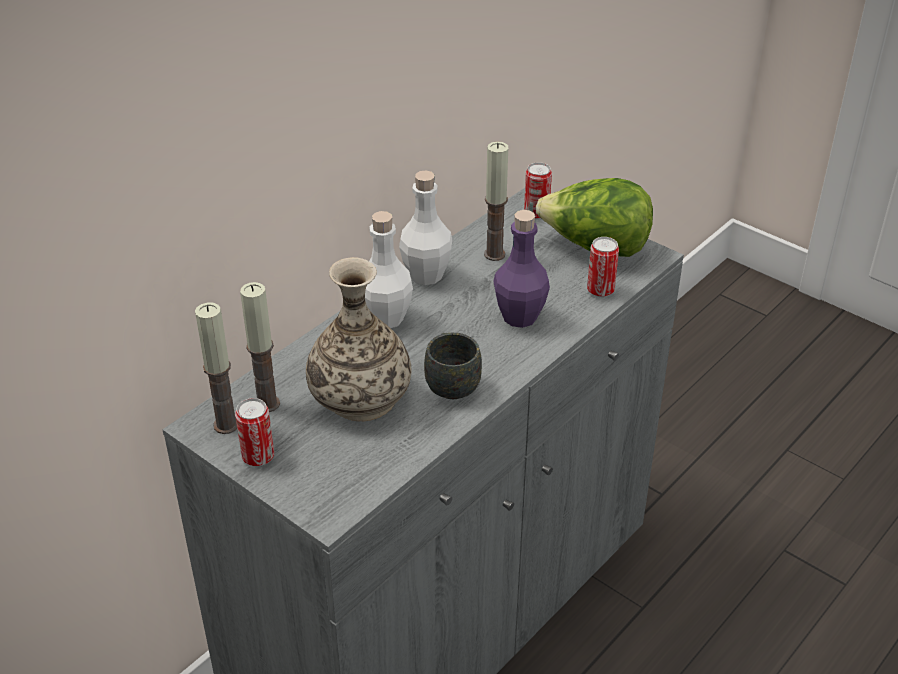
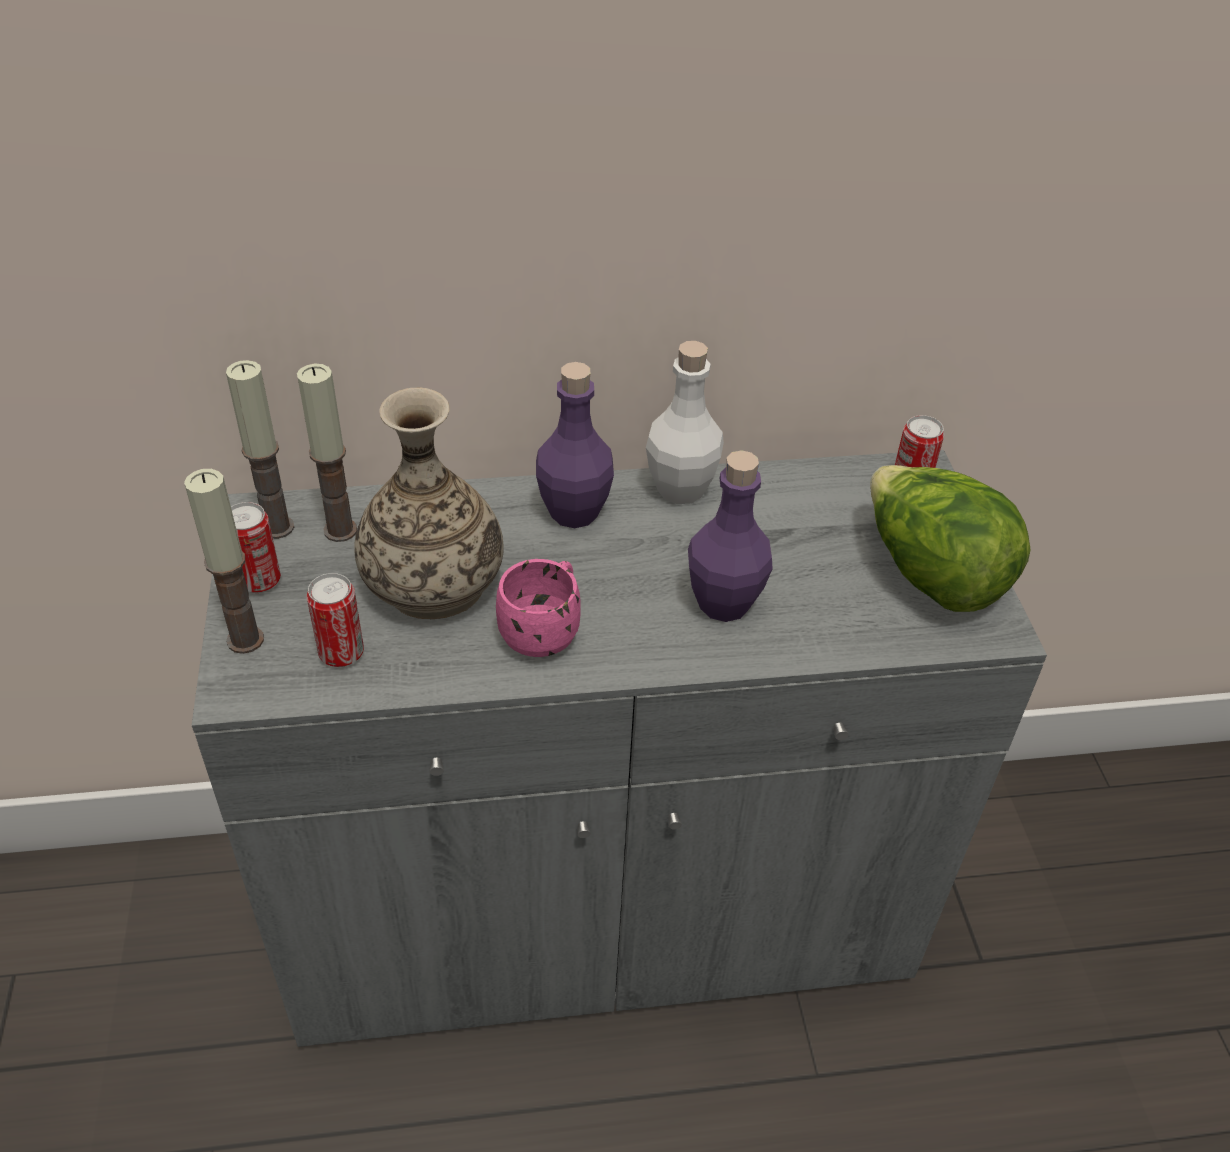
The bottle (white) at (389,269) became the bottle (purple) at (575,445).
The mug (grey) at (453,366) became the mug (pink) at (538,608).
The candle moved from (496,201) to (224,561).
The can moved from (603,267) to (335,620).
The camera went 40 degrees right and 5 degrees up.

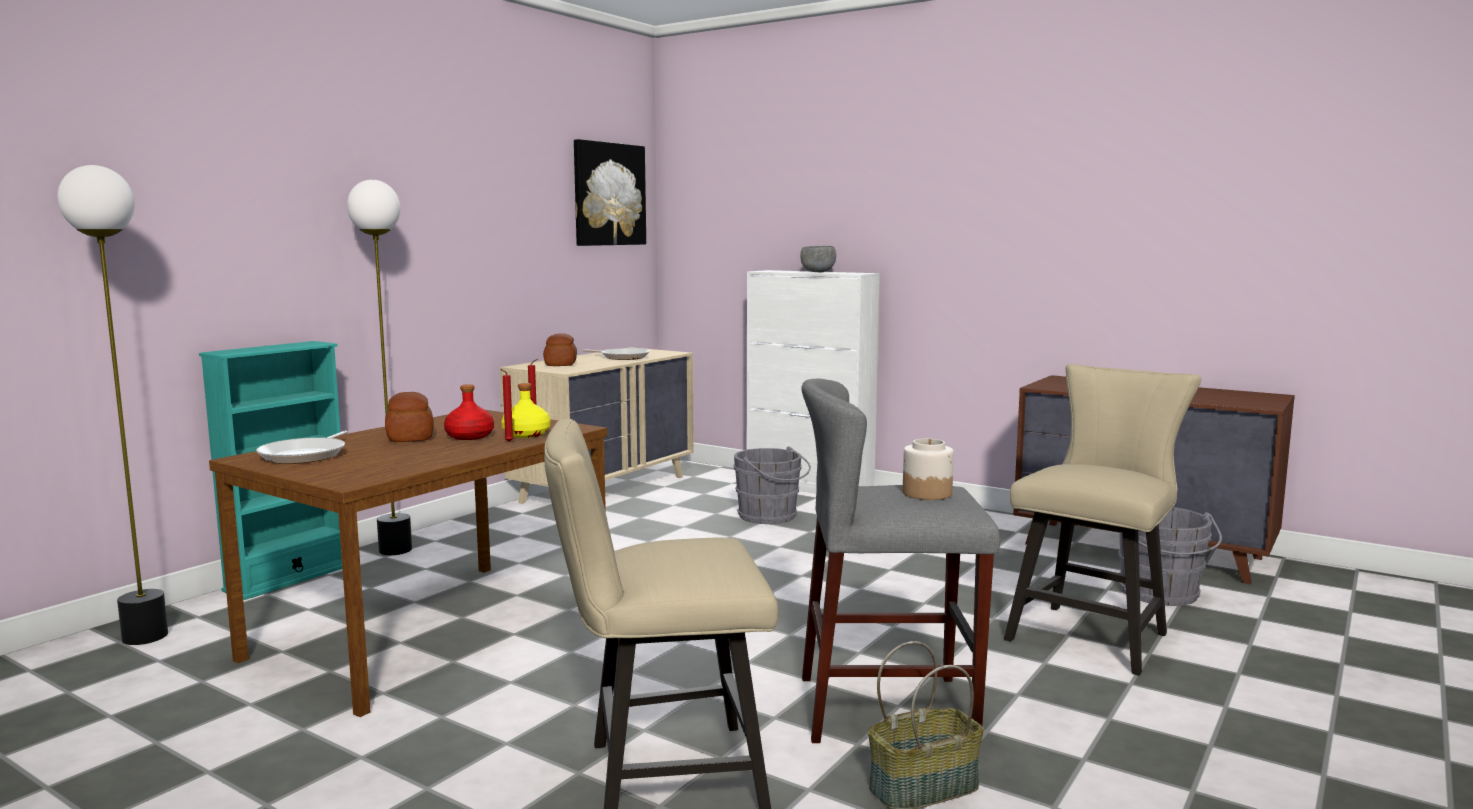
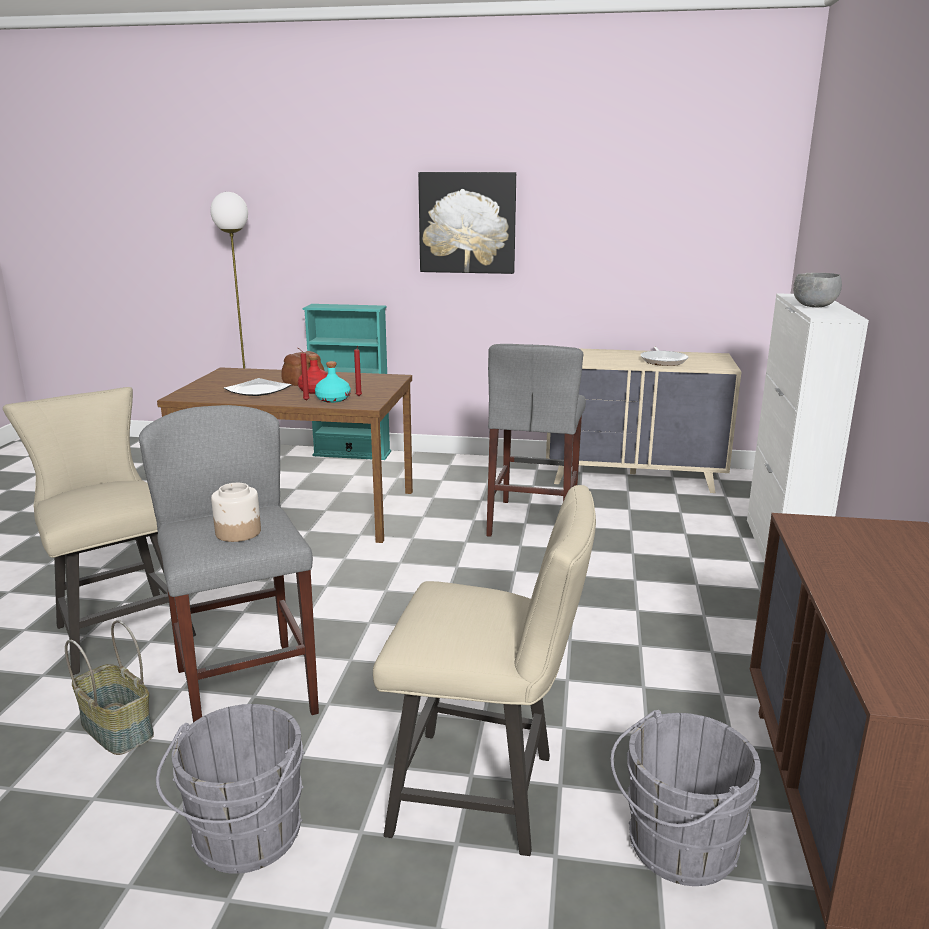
The frying pan at (301,447) disappeared.
The floor lamp at (379,367) disappeared.
The bottle (yellow) at (525,410) became the bottle (turquoise) at (333,382).
The bread at (560,350) disappeared.
The picture moved from (610,192) to (467,223).
The bucket (grey) moved from (772,485) to (230,789).
The plate at (257,387) appeared.
The stool (grey) at (536,440) appeared.
The camera went 65 degrees right and 10 degrees up.

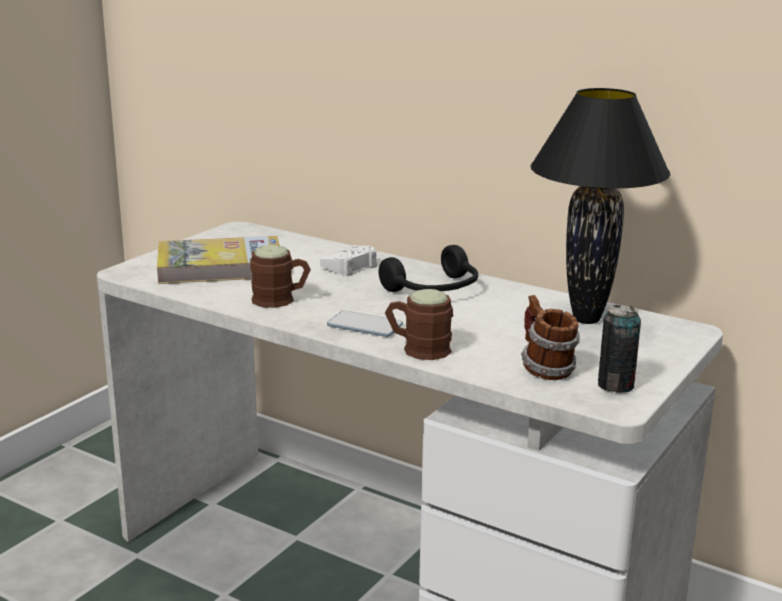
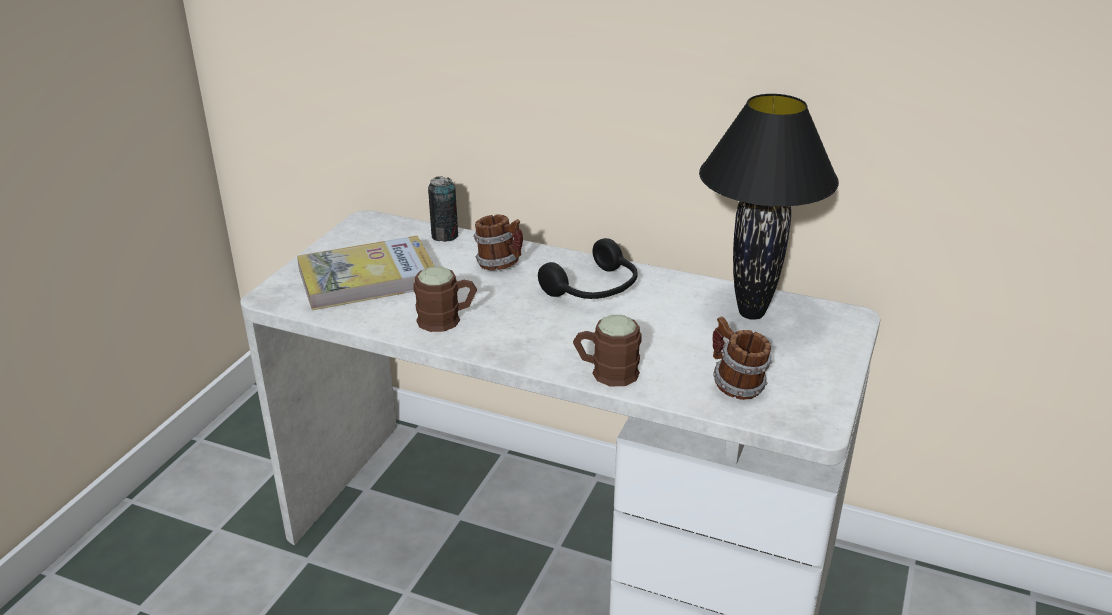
The game controller (white) at (348,260) was replaced by the mug at (498,242).
The phone at (365,324) disappeared.
The can moved from (619,349) to (443,209).
The camera went 10 degrees left and 10 degrees up.

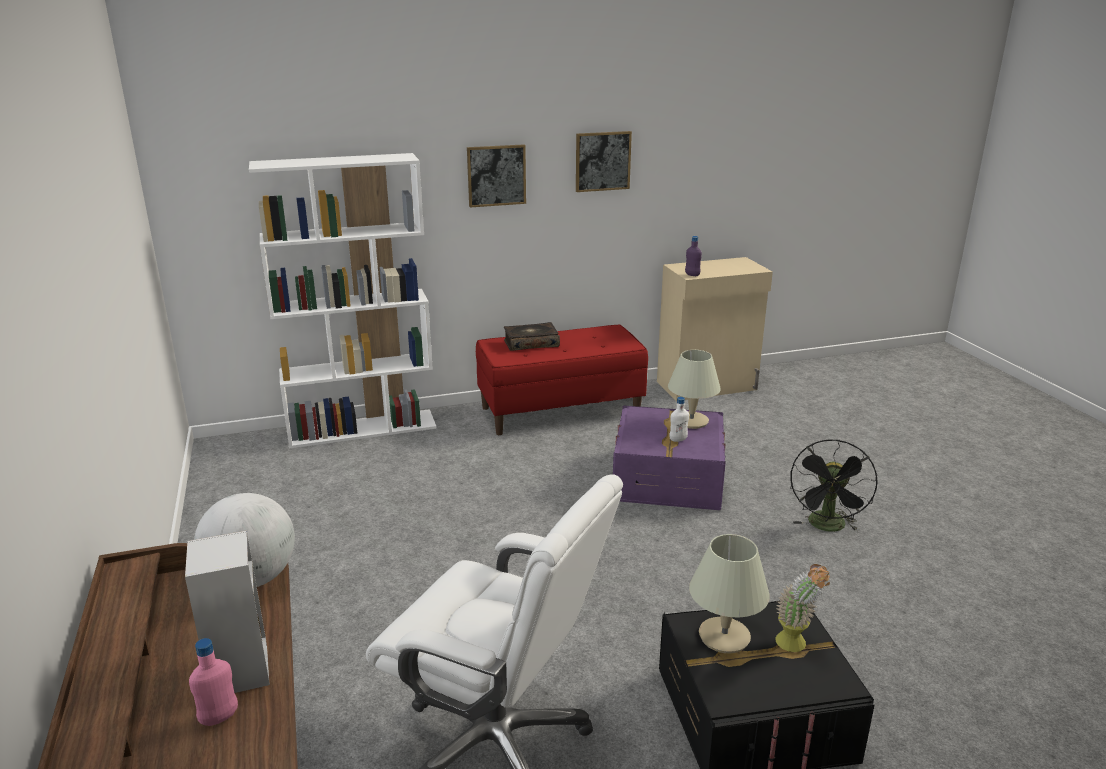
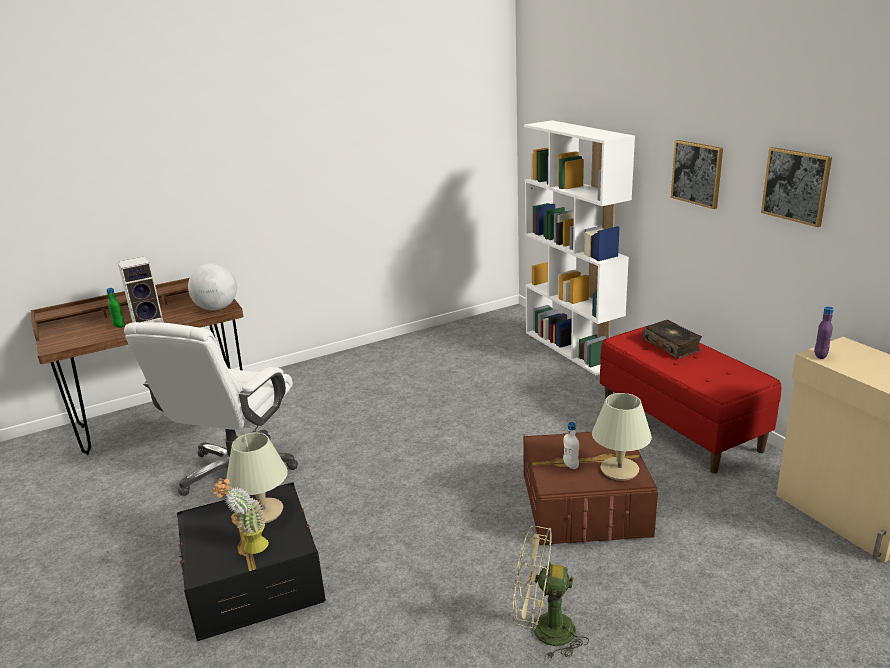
The bottle (pink) at (213,682) became the bottle (green) at (115,308).
The storage box (purple) at (669,458) became the storage box (brown) at (590,488).
The fan (black) at (834,486) became the fan (green) at (551,592).
The camera went 80 degrees right and 0 degrees up.

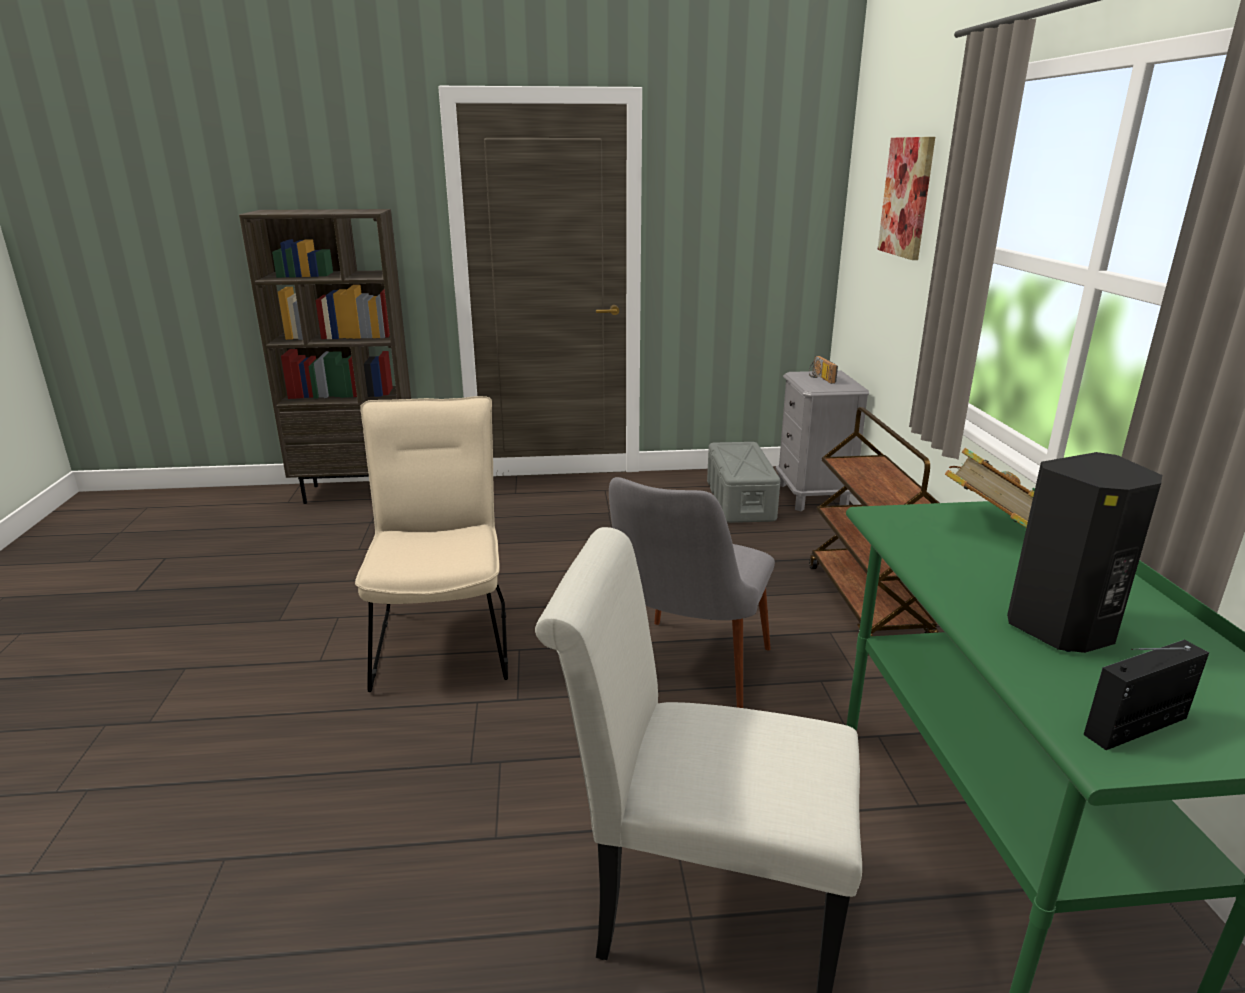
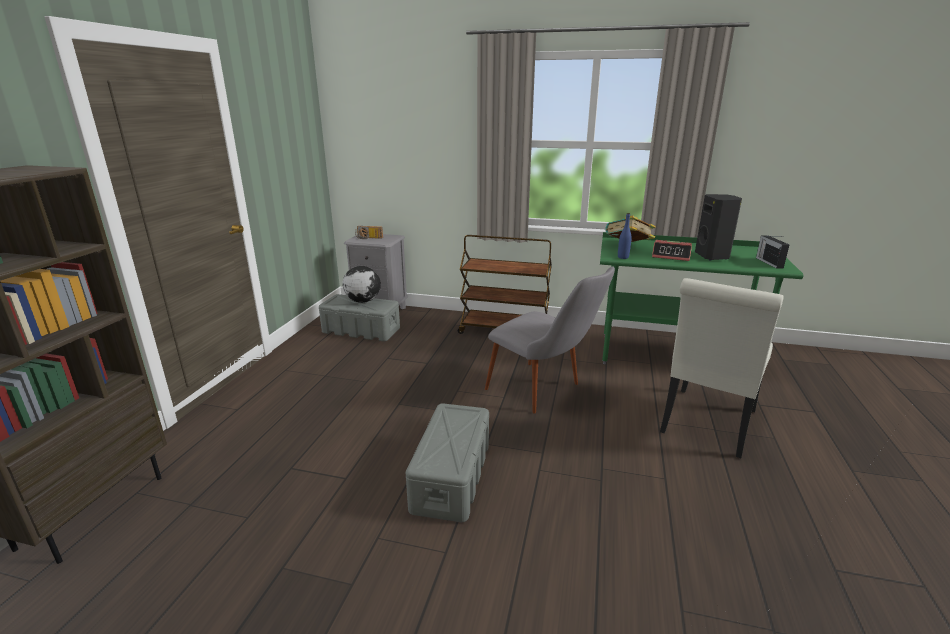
The chair (beige) at (431,544) was replaced by the storage box (grey) at (447,462).
The picture at (906,198) disappeared.
The globe at (361,284) appeared.
The bottle (blue) at (625,236) appeared.
The alarm clock at (672,250) appeared.
The camera went 70 degrees left and 0 degrees up.

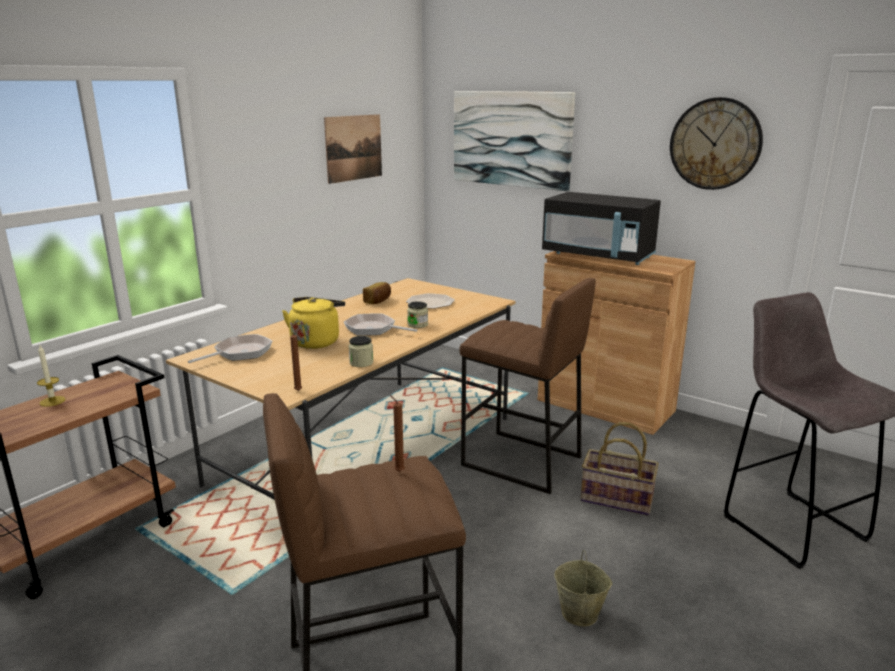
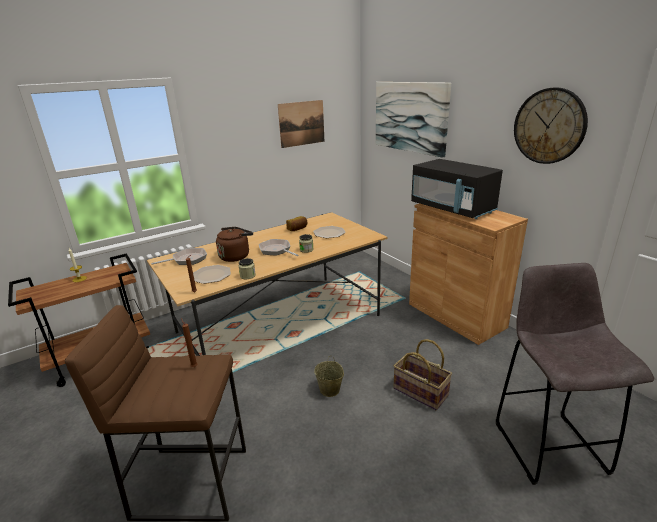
The kettle (yellow) at (313,323) became the kettle (brown) at (234,244).
The stool (brown) at (527,386) disappeared.
The bucket (beige) moved from (583,588) to (329,376).
The plate at (212,274) appeared.
The camera went 20 degrees right and 5 degrees up.

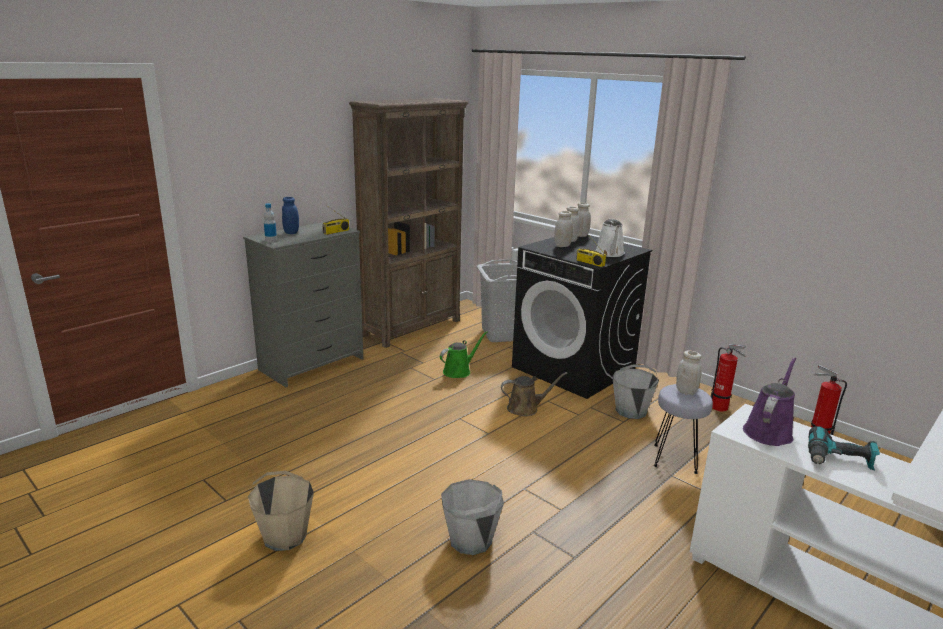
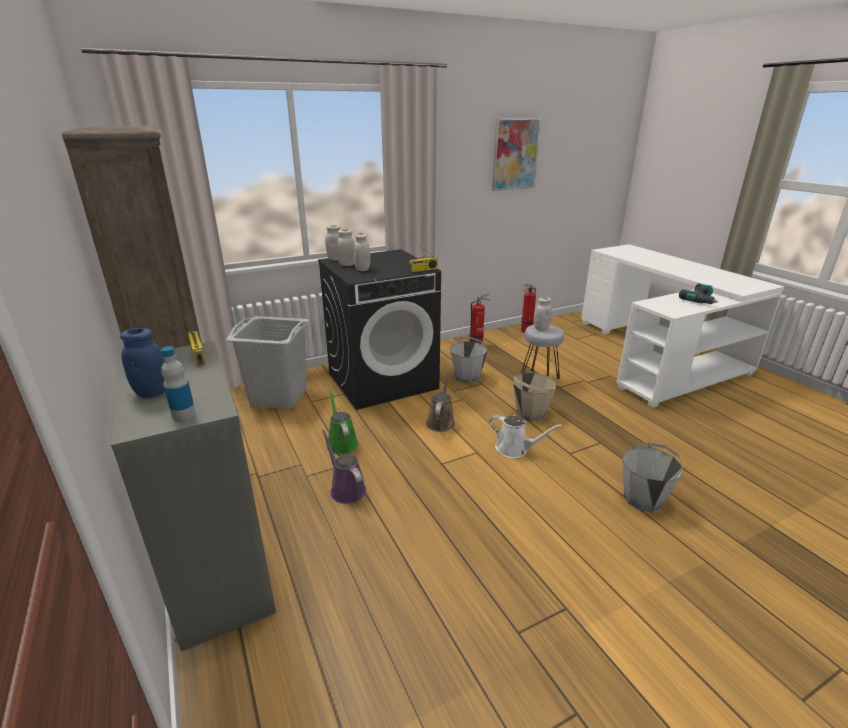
The bucket (beige) moved from (281,511) to (534,397).
The watering can (white) moved from (610,238) to (525,436).
The watering can (purple) moved from (769,401) to (344,466).
The picture at (516,154) appeared.
The camera went 70 degrees left and 5 degrees up.

